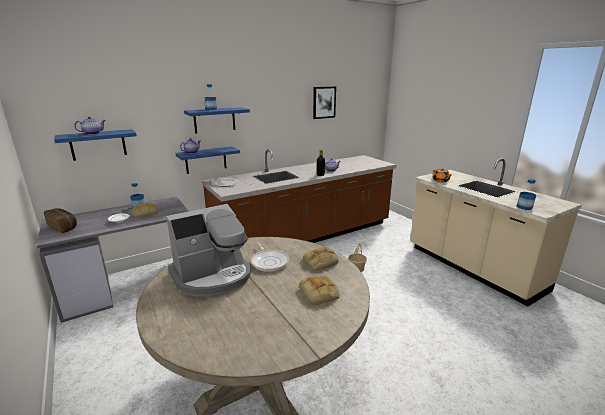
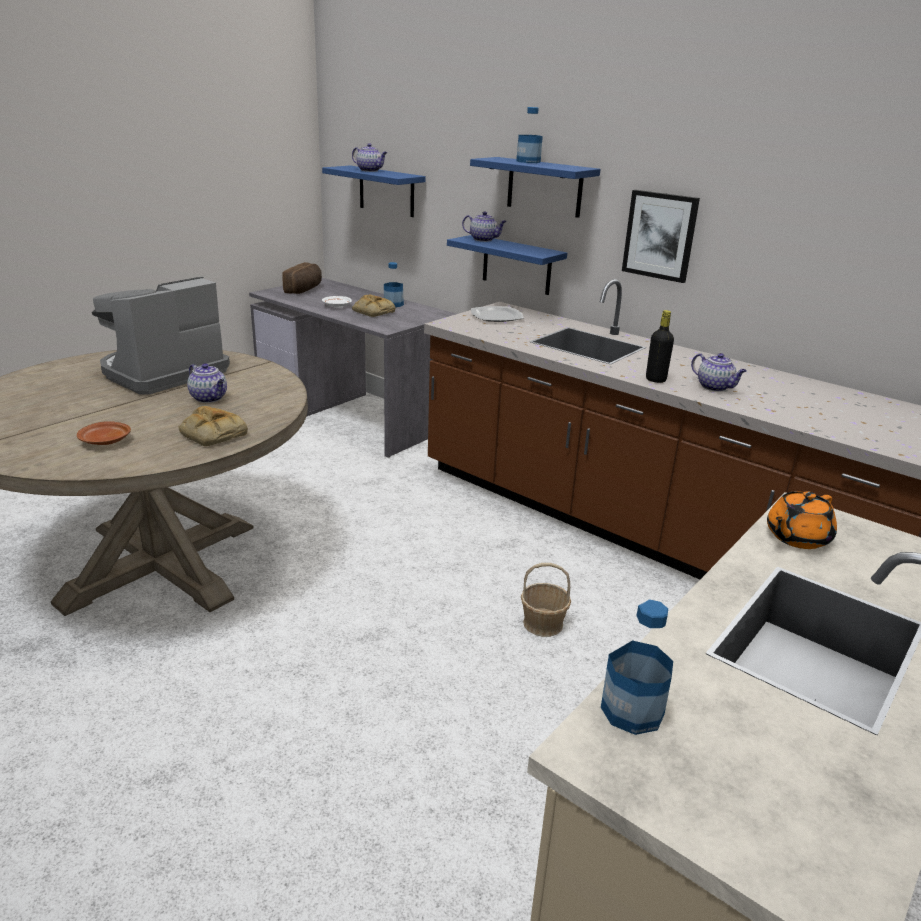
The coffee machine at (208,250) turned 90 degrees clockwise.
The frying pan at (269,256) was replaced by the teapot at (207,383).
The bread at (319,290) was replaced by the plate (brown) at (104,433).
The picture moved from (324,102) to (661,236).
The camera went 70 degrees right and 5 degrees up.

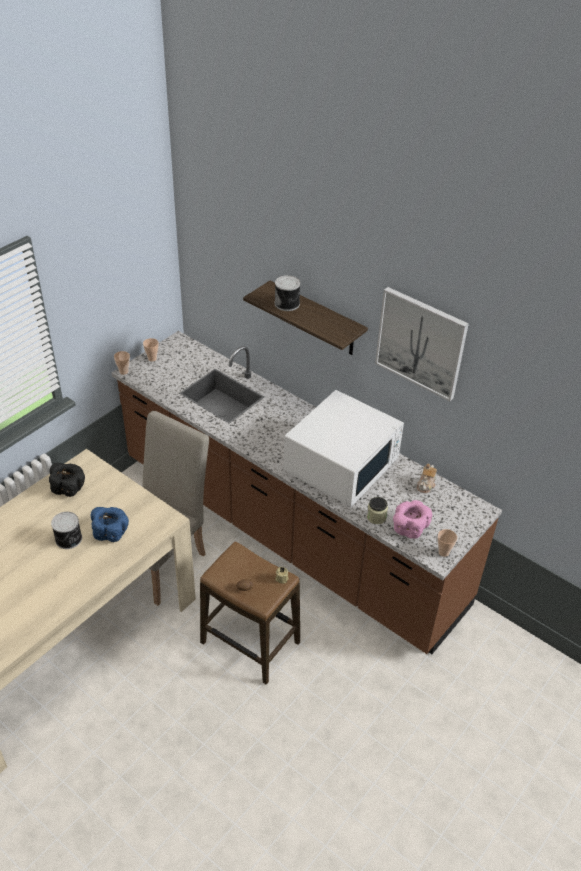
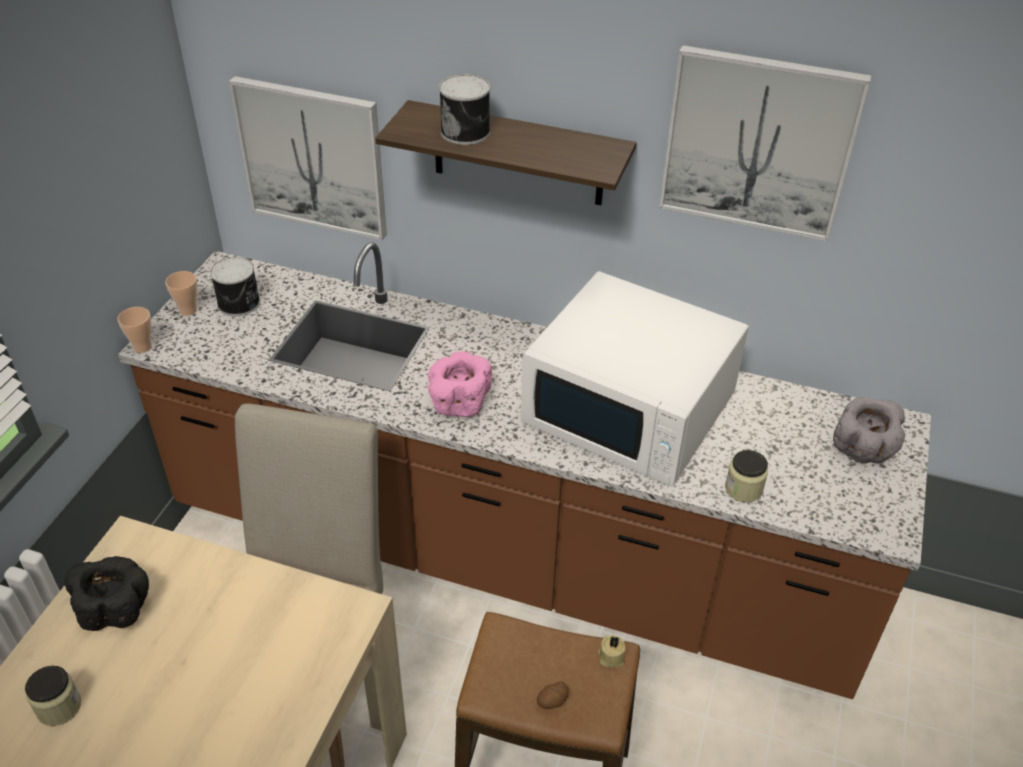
The can moved from (66,530) to (235,286).
The bowl (blue) at (109,524) disappeared.
The microwave (white) at (344,448) turned 105 degrees clockwise.
The bowl (pink) moved from (412,519) to (460,384).
The teapot at (427,478) disappeared.
The cup at (447,543) disappeared.
The jar at (53,696) appeared.
The picture at (308,158) appeared.
The bowl (grey) at (869,430) appeared.
The camera went 20 degrees left and 0 degrees up.

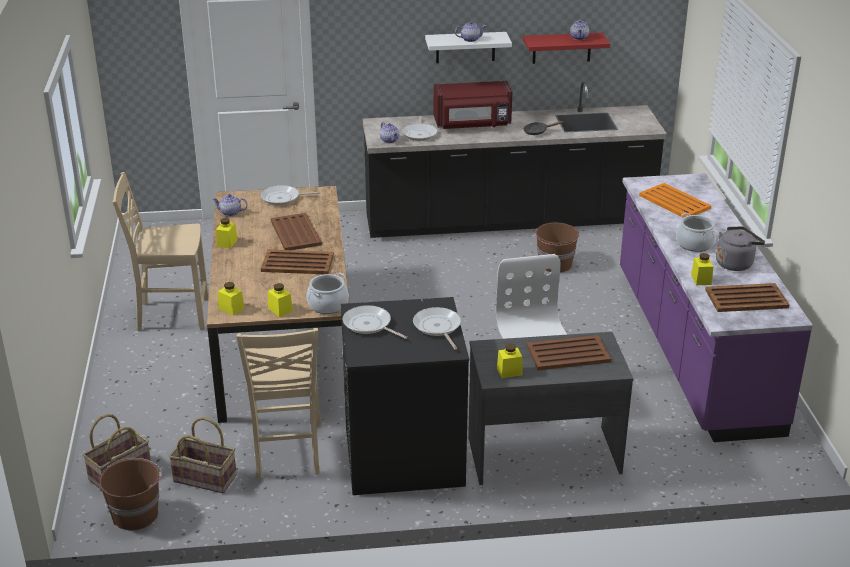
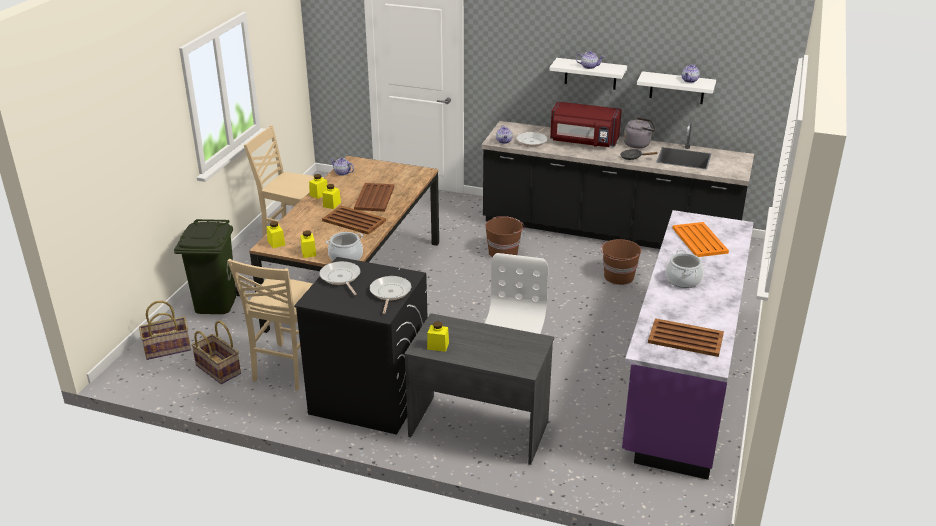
The bucket (brown) moved from (131,494) to (505,236).
The frying pan at (290,195) disappeared.
The shelf (red) at (566,48) became the shelf (white) at (676,87).
The tray (brown) at (569,352) disappeared.
The jar (yellow) moved from (702,269) to (332,196).
The kettle (grey) moved from (740,248) to (640,132).
The trash can (green) at (207,266) appeared.
The camera went 25 degrees right and 0 degrees up.

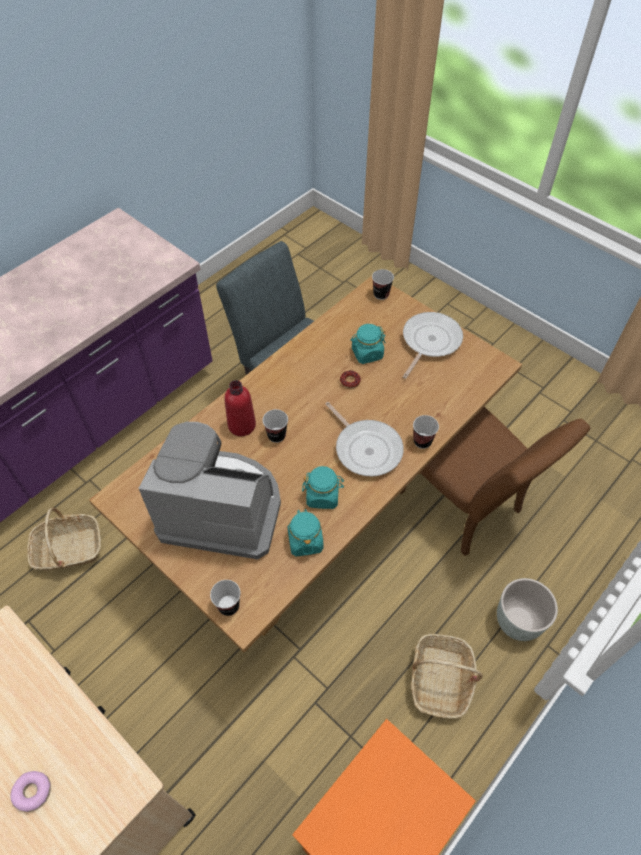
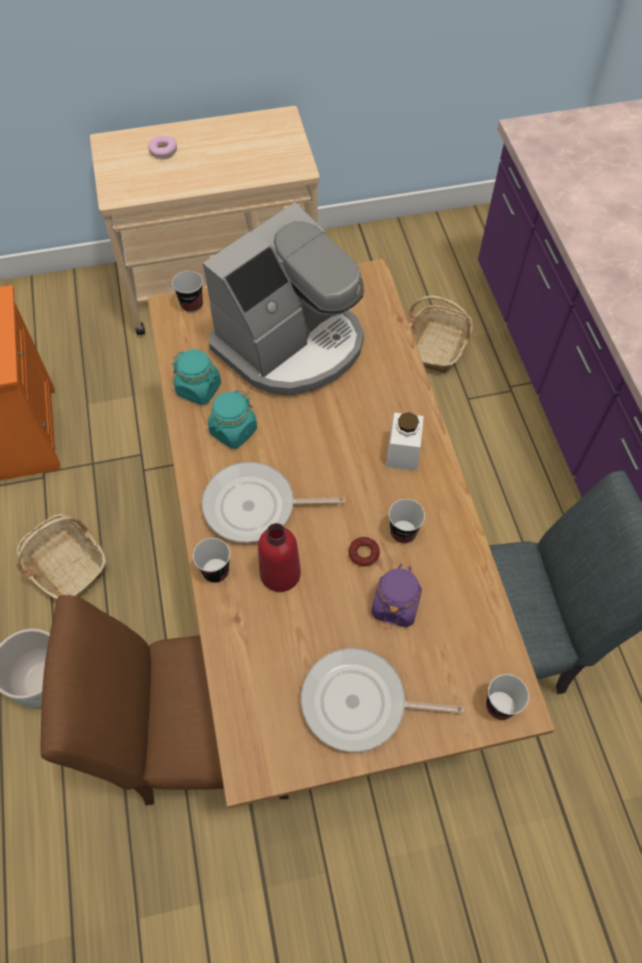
The bottle (red) moved from (240,408) to (279,557).
The cup moved from (275,426) to (407,521).
The jar (turquoise) at (368,344) became the jar (purple) at (396,595).
The frying pan at (433,345) turned 120 degrees clockwise.
The jar (white) at (405,441) appeared.
The camera went 125 degrees right and 5 degrees up.

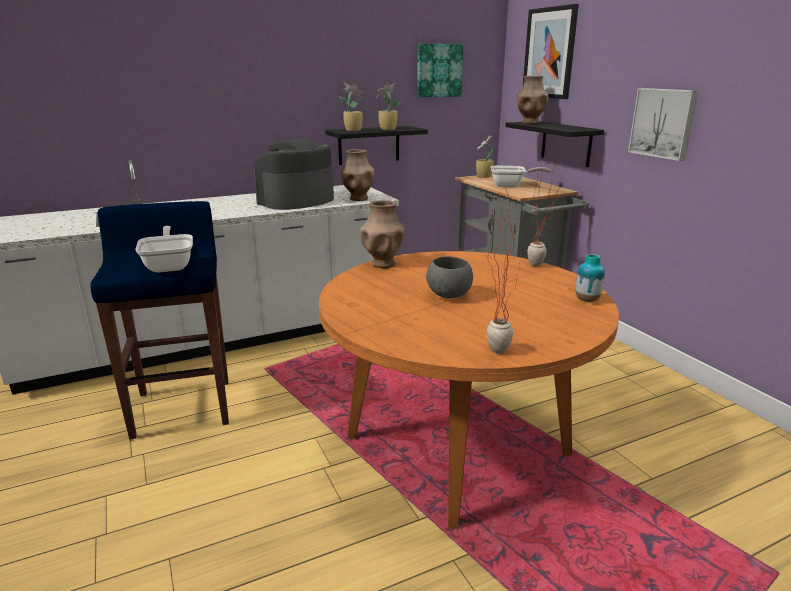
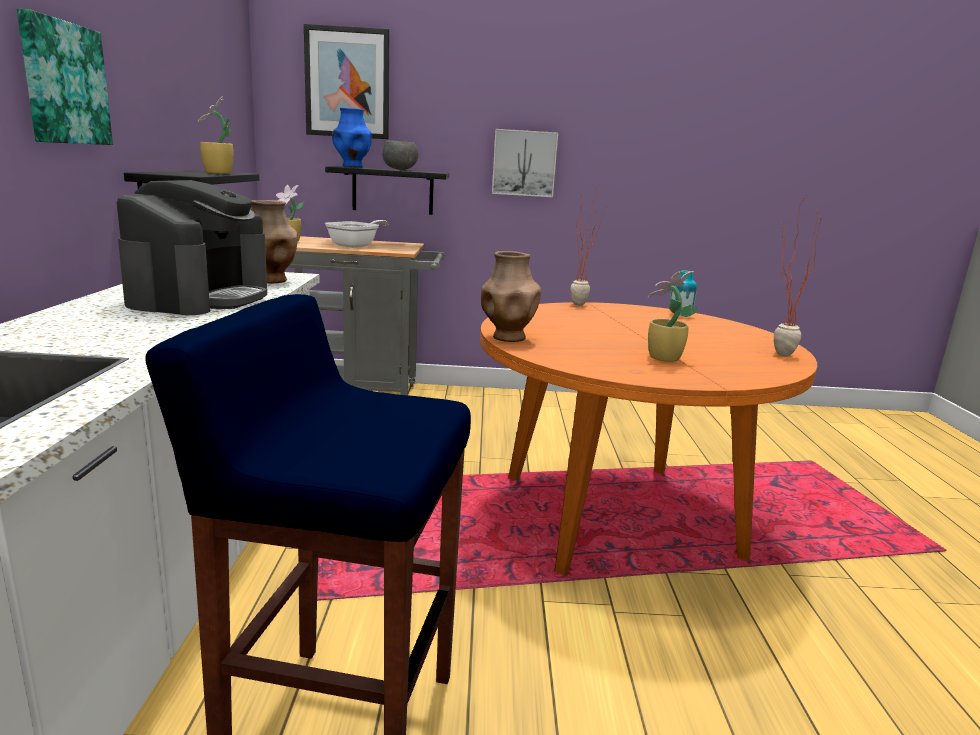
The frying pan at (164,249) disappeared.
The coffee machine at (294,174) turned 150 degrees counterclockwise.
The potted plant moved from (351,107) to (673,316).
The picture moved from (440,70) to (65,77).
The bowl (grey) moved from (449,277) to (400,155).
The vase (brown) at (532,100) became the vase (blue) at (352,138).
The camera went 65 degrees left and 5 degrees down.

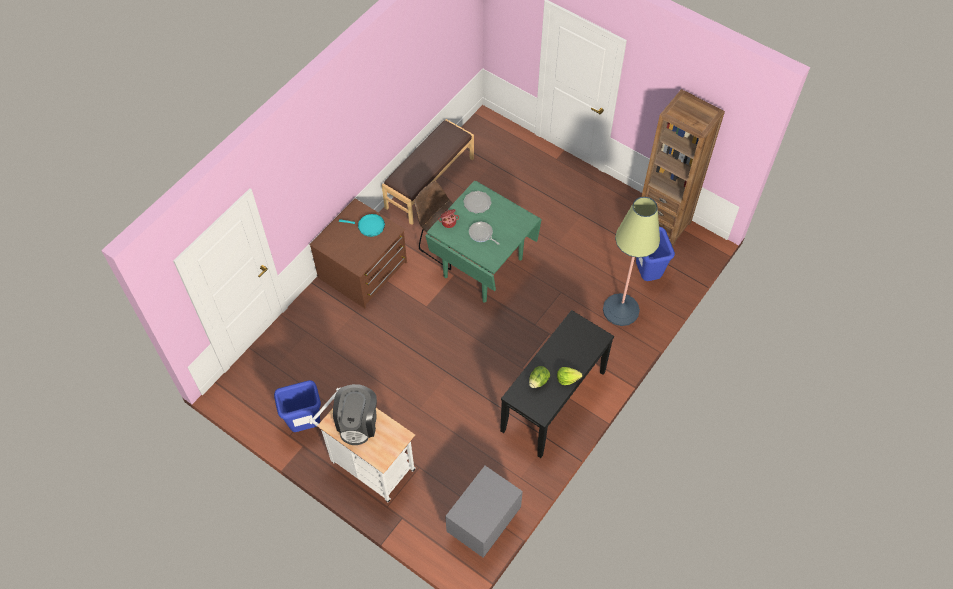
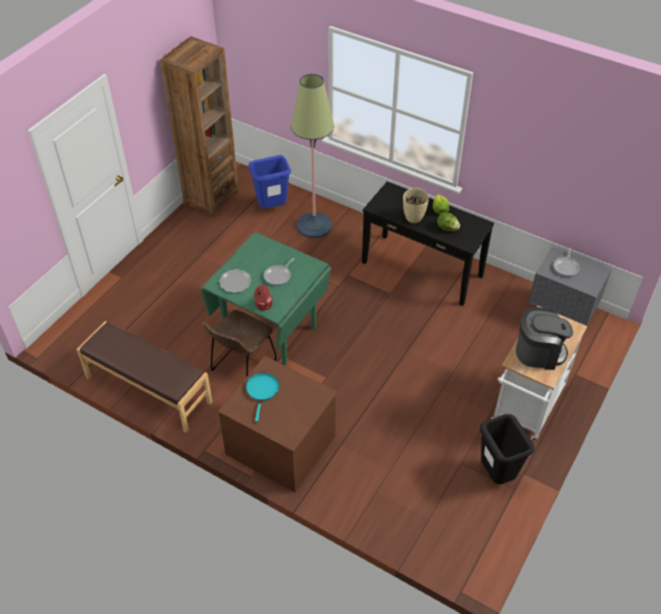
The trash can (blue) at (297,406) became the trash can (black) at (507,449).
The vase (beige) at (416,205) appeared.
The frying pan at (567,262) appeared.
The camera went 95 degrees left and 10 degrees down.

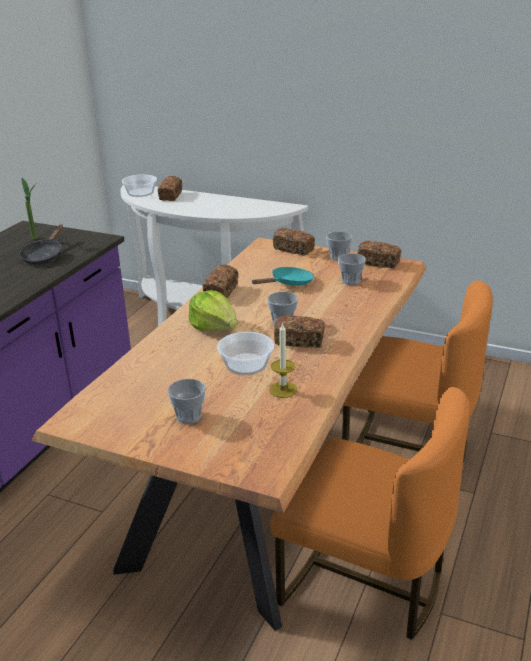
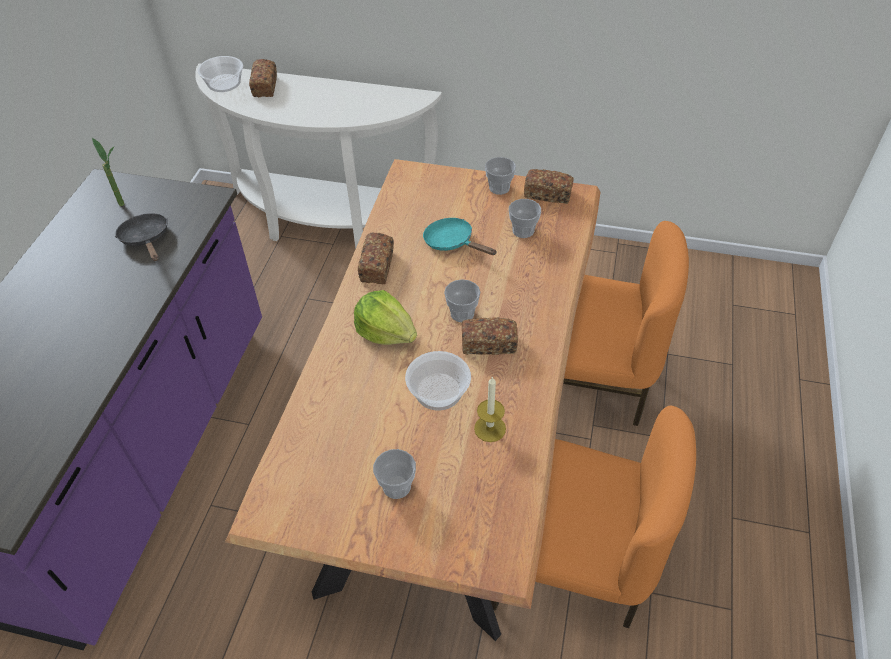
The frying pan (black) at (41,244) turned 150 degrees clockwise.
The frying pan (turquoise) at (282,276) turned 90 degrees counterclockwise.
The bread at (294,242) disappeared.
The camera went 10 degrees left and 20 degrees up.

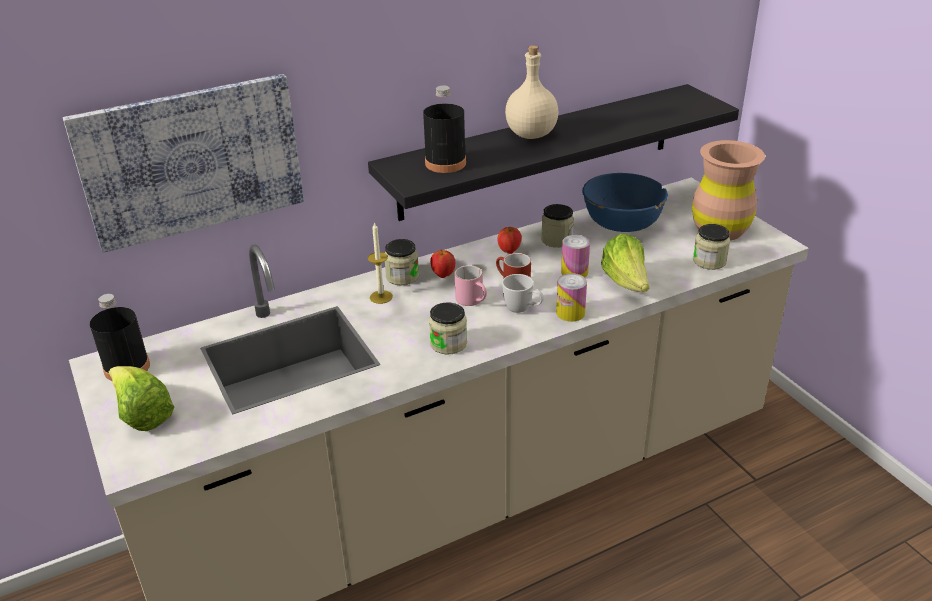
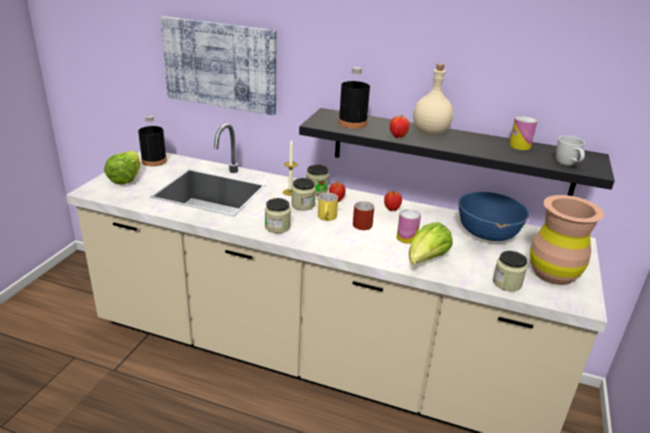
The mug (pink) at (471,285) became the mug (yellow) at (328,207).
The mug (white) moved from (523,293) to (570,151).
The jar moved from (557,226) to (303,194).
The can moved from (571,297) to (523,133).
The apple at (399,127) appeared.
The camera went 45 degrees right and 5 degrees down.

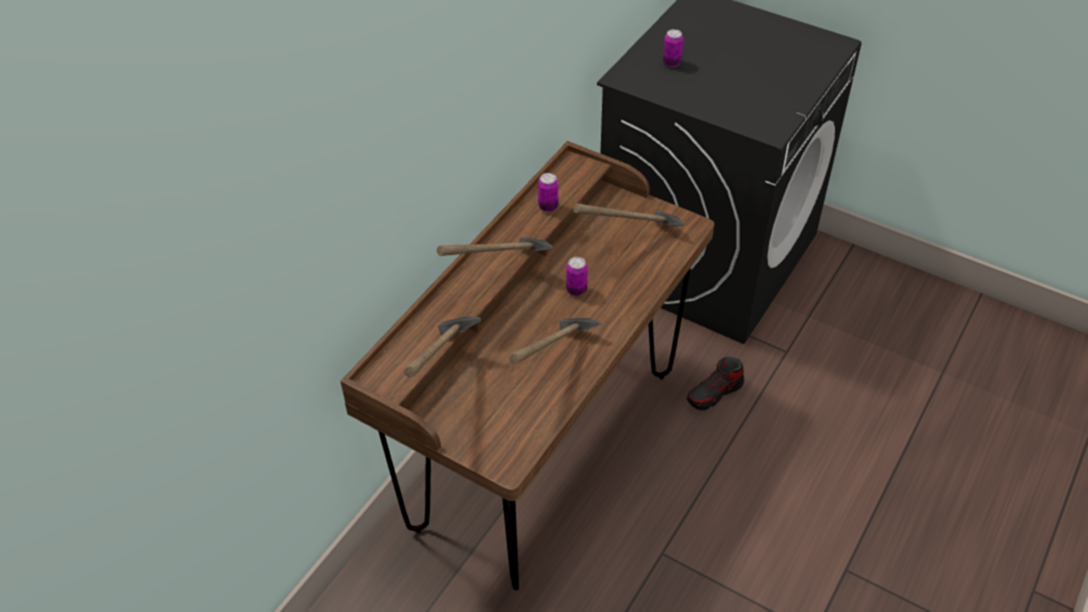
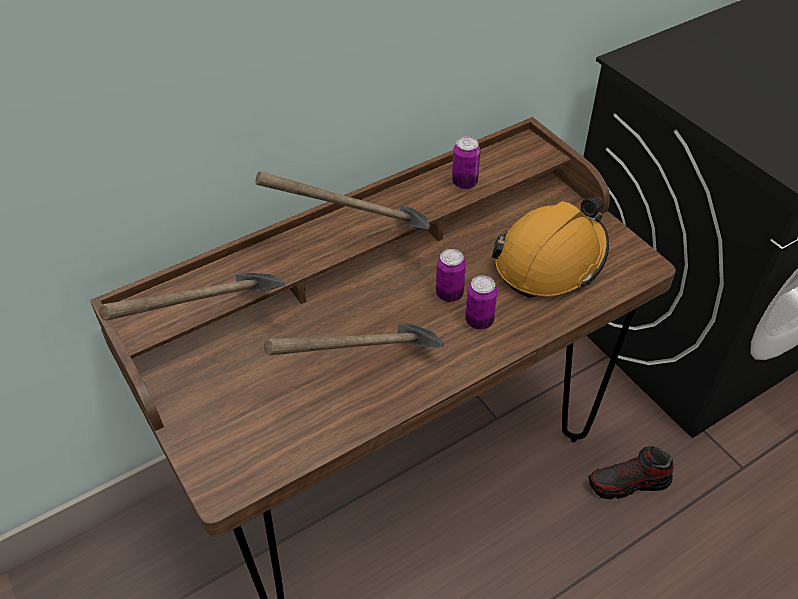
The hammer at (628,214) was replaced by the hard hat (orange) at (550,246).
The can moved from (673,48) to (481,303).
The camera went 25 degrees right and 0 degrees up.

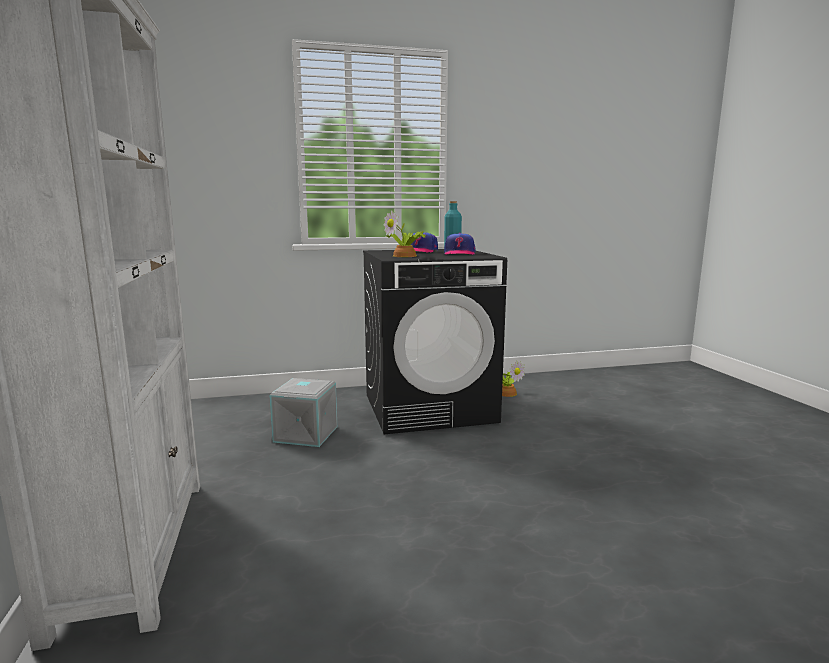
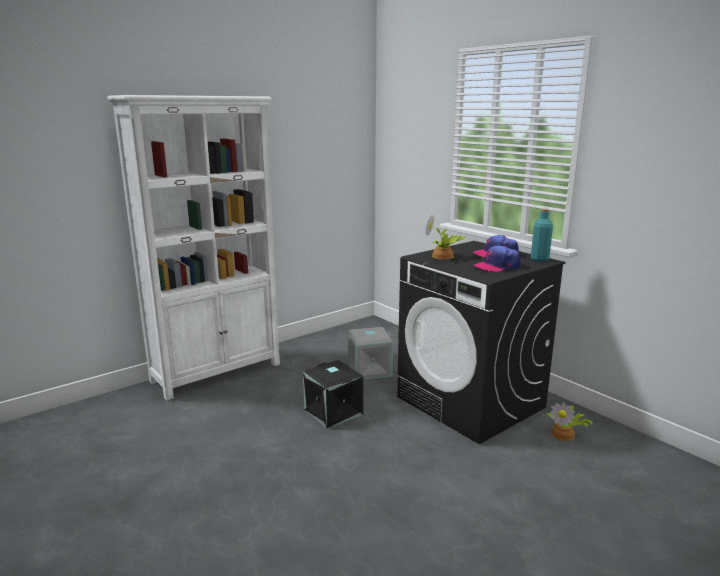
The storage box (black) at (333,394) appeared.
The camera went 65 degrees right and 5 degrees up.

